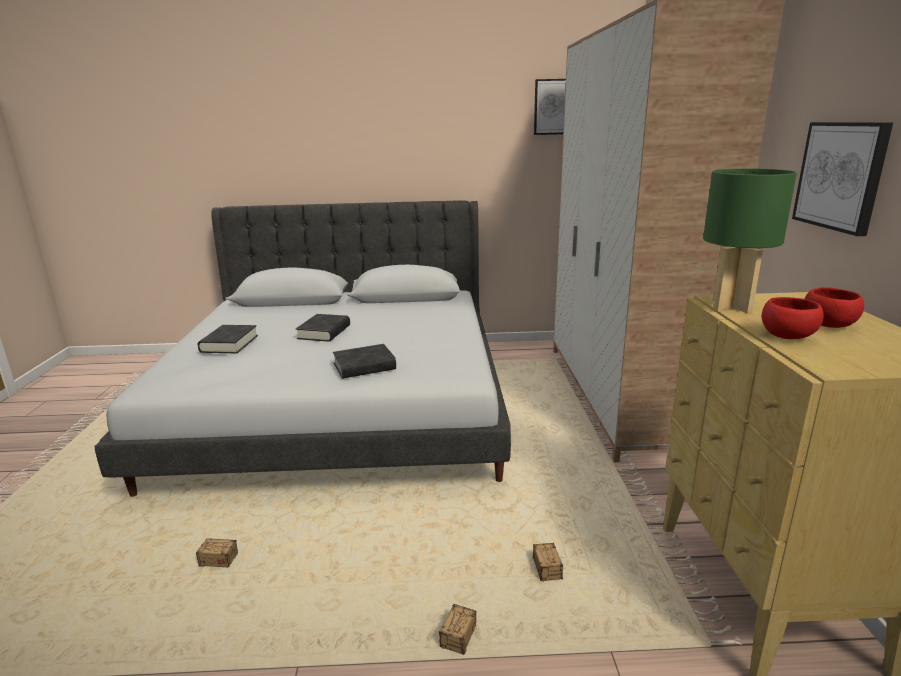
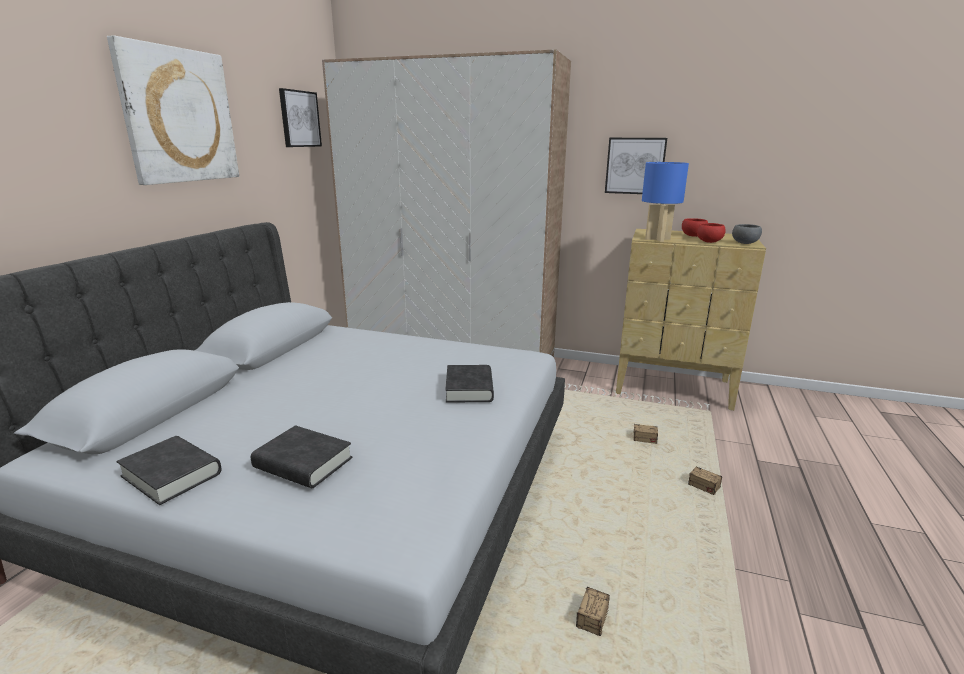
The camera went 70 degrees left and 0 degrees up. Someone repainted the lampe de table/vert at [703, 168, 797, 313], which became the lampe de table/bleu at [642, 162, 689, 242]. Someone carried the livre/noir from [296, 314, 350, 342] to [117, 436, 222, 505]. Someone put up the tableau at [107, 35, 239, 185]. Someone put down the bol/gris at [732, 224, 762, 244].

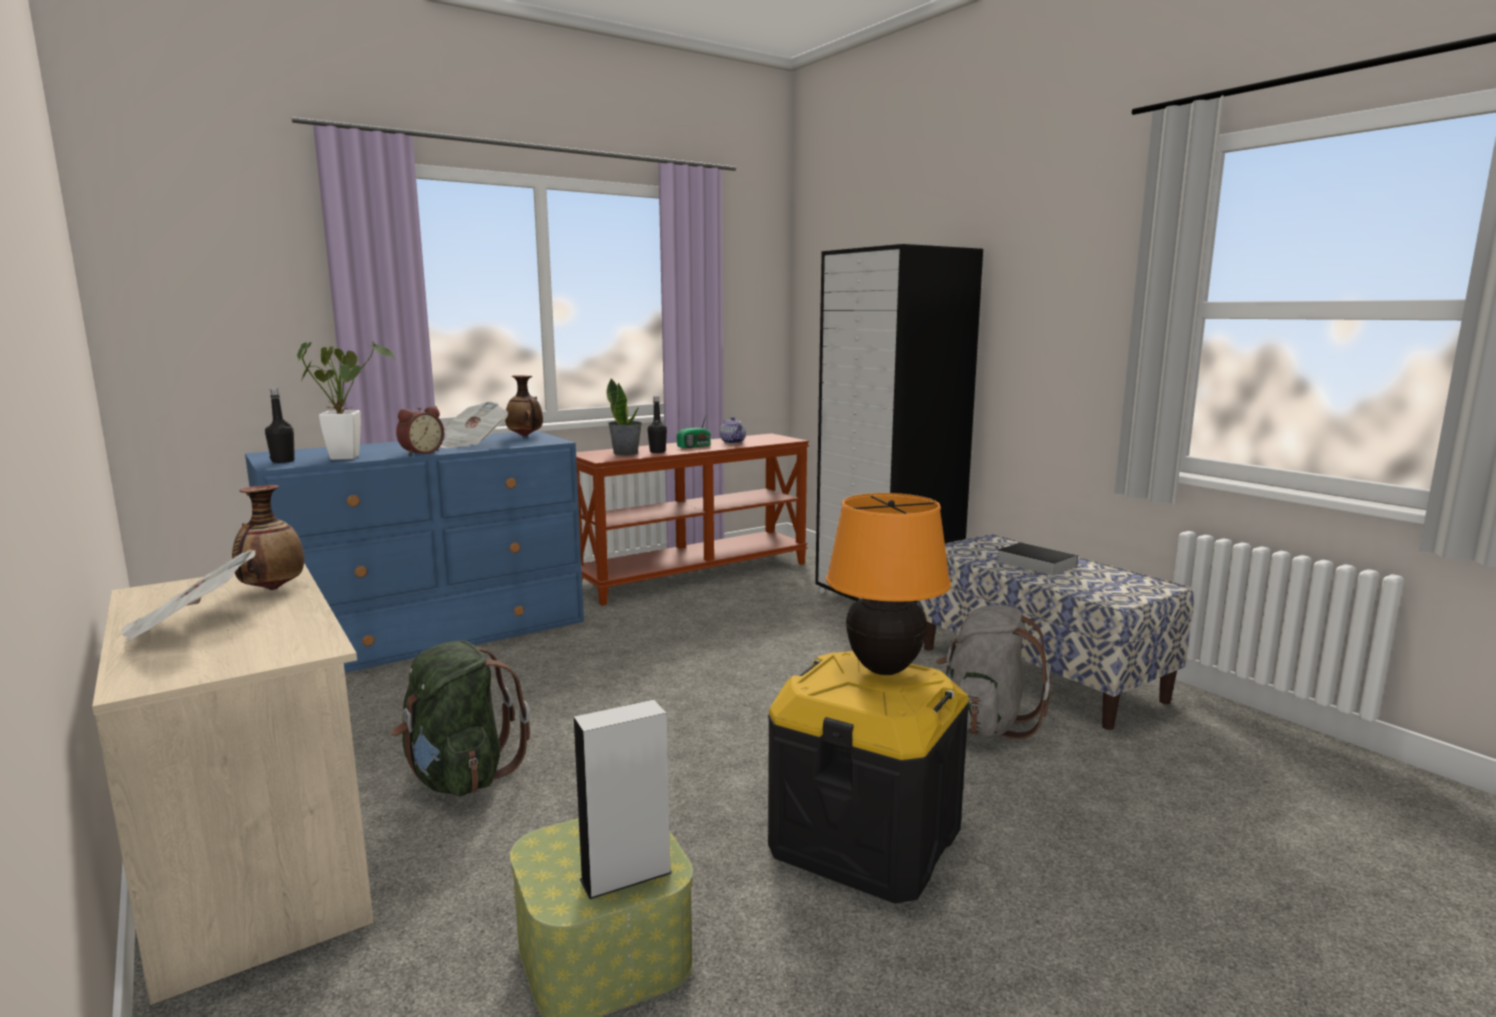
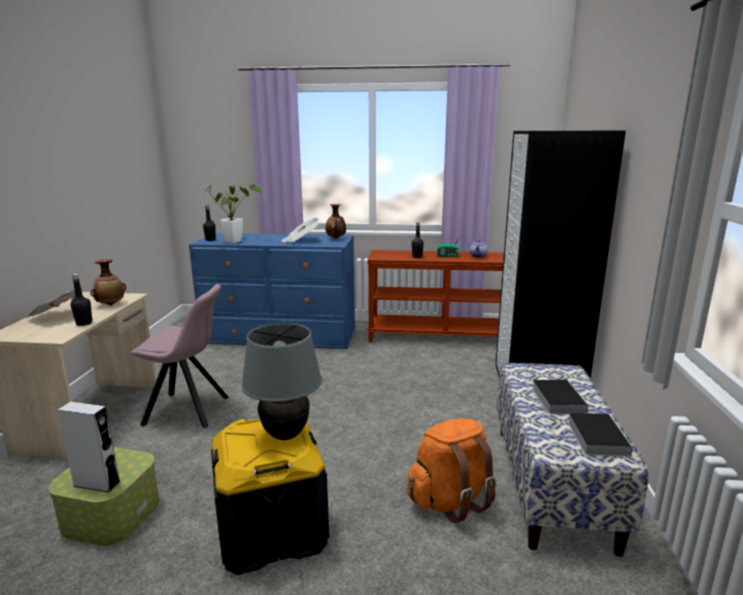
The camera went 40 degrees right and 5 degrees up. Someone took away the plante en pot at [607, 379, 642, 455]. Someone took away the réveil at [396, 406, 444, 456]. Someone repainted the lampe de table/orange at [826, 493, 951, 675], which became the lampe de table/gris at [241, 323, 322, 440]. Someone repainted the sac à dos/gris at [936, 605, 1051, 739], which became the sac à dos/orange at [407, 418, 496, 523]. Someone swapped the sac à dos/vert at [391, 640, 530, 796] for the chaise/rose at [131, 284, 229, 428]. Someone put down the bouteille/noir at [70, 274, 93, 326]. Someone put down the livre at [567, 413, 633, 457].

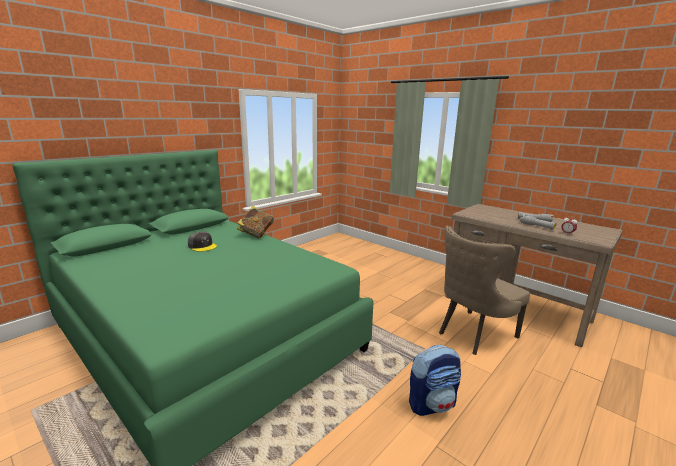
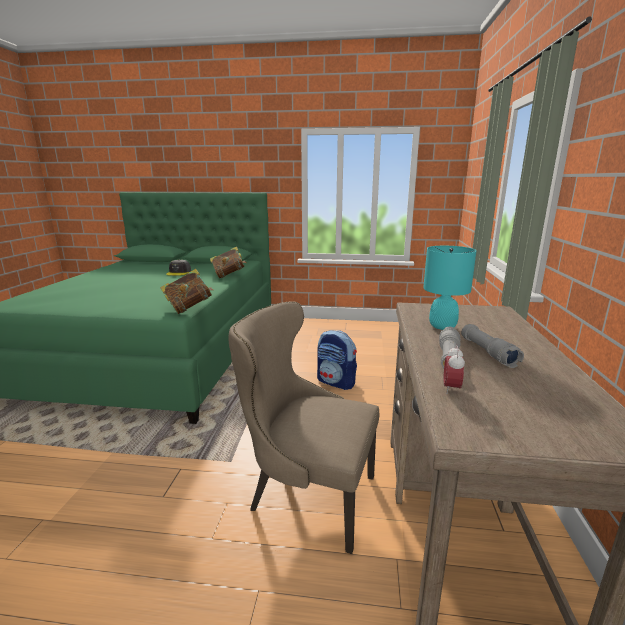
The camera went 55 degrees right and 0 degrees up. Someone carried the sac à dos from [409, 345, 461, 416] to [317, 330, 357, 390]. Someone put down the lampe de table/turquoise at [423, 246, 476, 330]. Someone put down the livre at [160, 269, 213, 314].

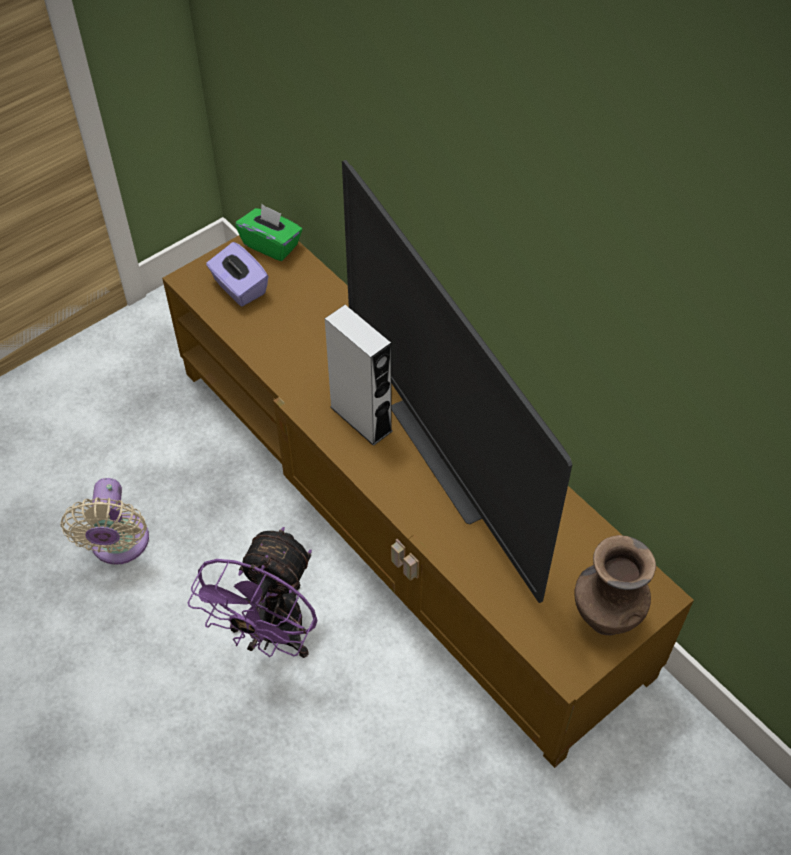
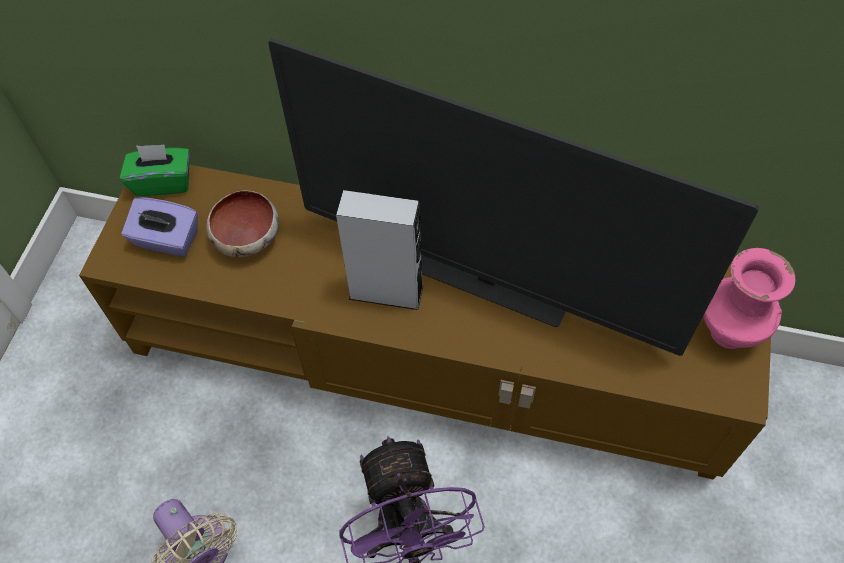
The camera went 35 degrees left and 5 degrees up. Someone repainted the vase/marron at [574, 535, 656, 635], which became the vase/rose at [703, 248, 795, 349]. Someone put down the bol at [206, 190, 279, 257].

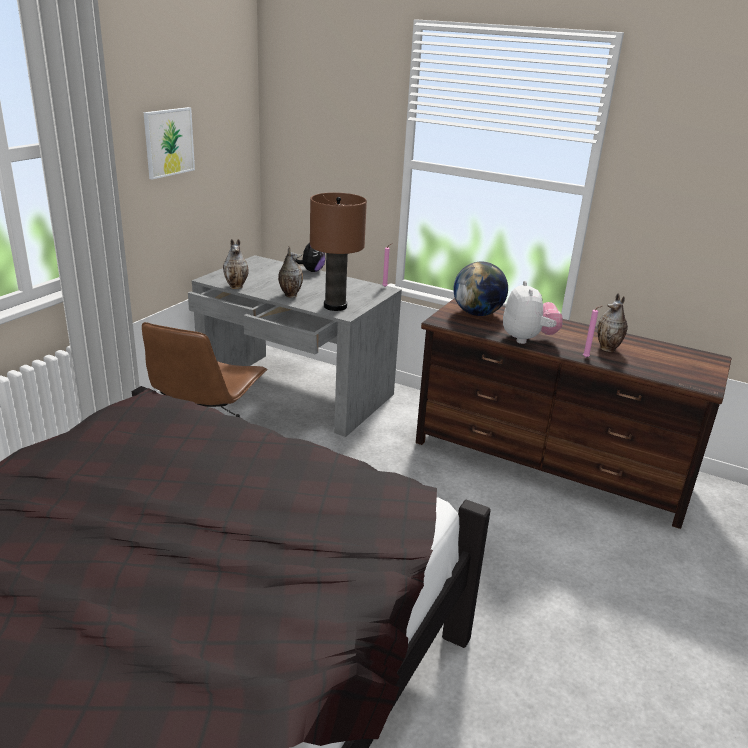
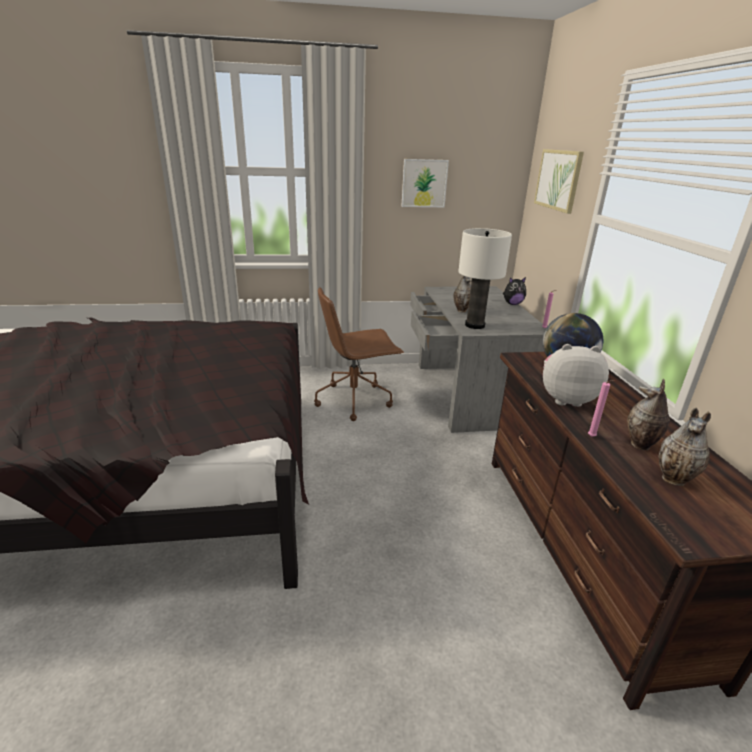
The camera went 55 degrees right and 0 degrees up. Someone repainted the lampe de table/marron at [310, 193, 367, 311], which became the lampe de table/blanc at [459, 228, 512, 329]. Someone carried the vase from [223, 239, 249, 289] to [658, 408, 711, 486]. Someone rotated the peluche at [503, 281, 563, 344] by 135 degrees counterclockwise. Someone put up the tableau at [534, 149, 584, 214].

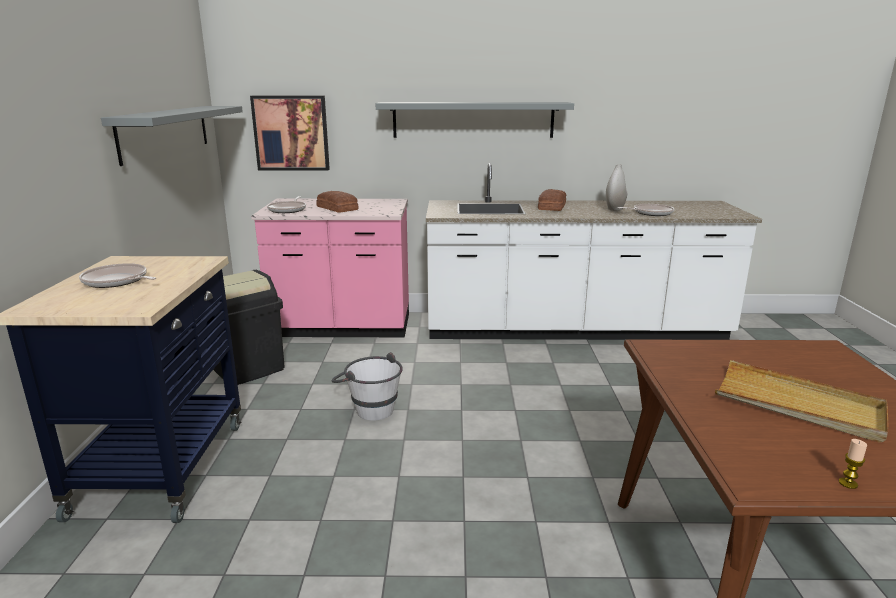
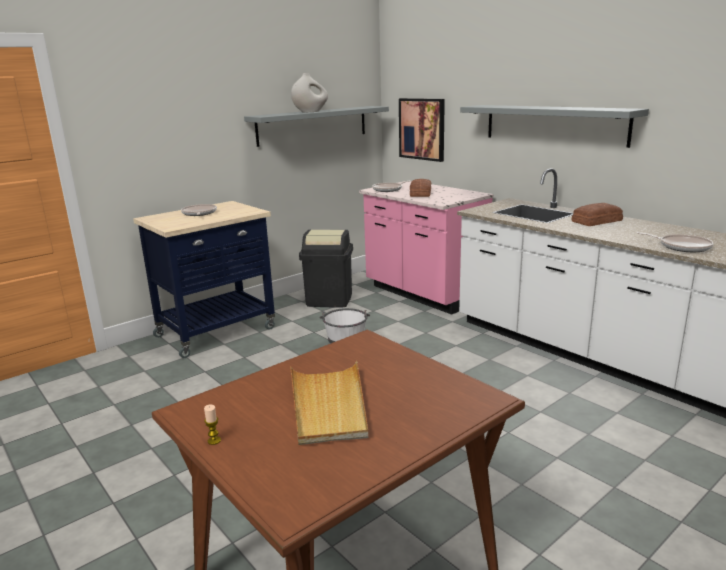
The camera went 50 degrees right and 0 degrees up. Someone carried the vase/blanc from [606, 164, 627, 211] to [291, 73, 328, 112].

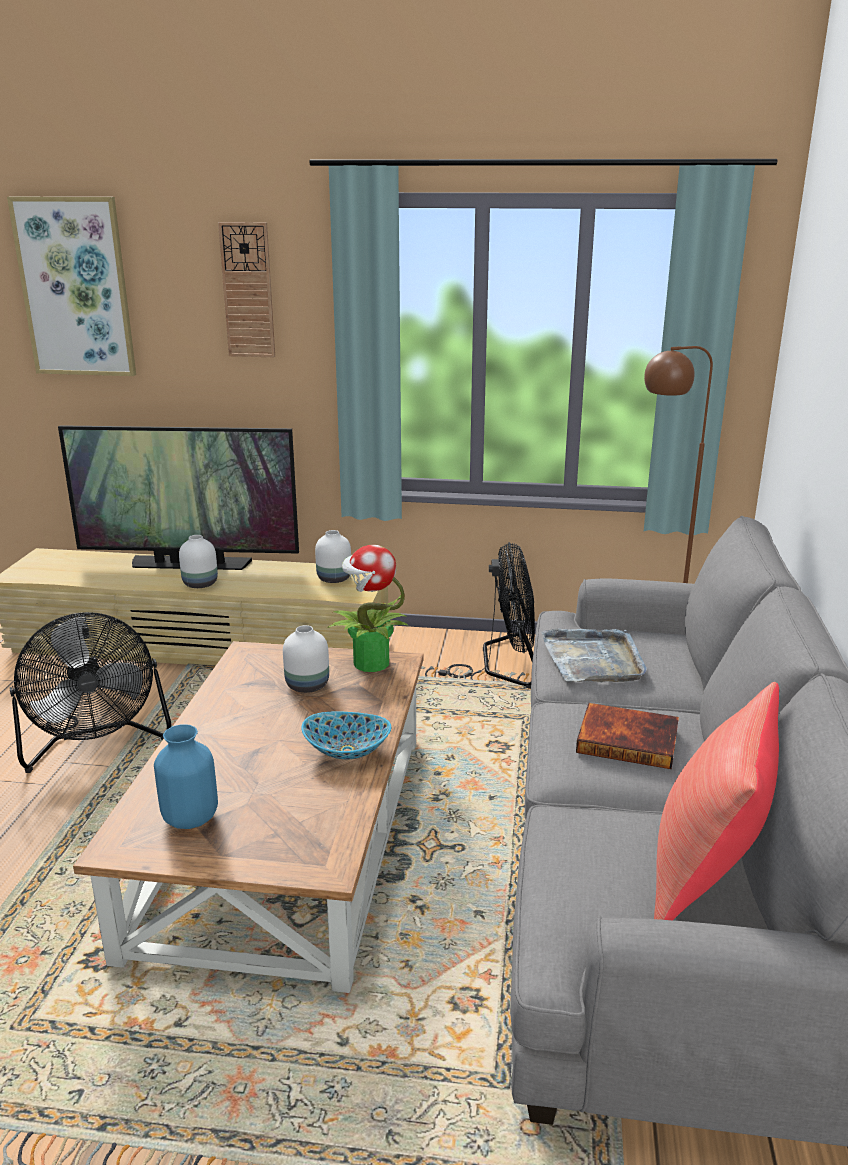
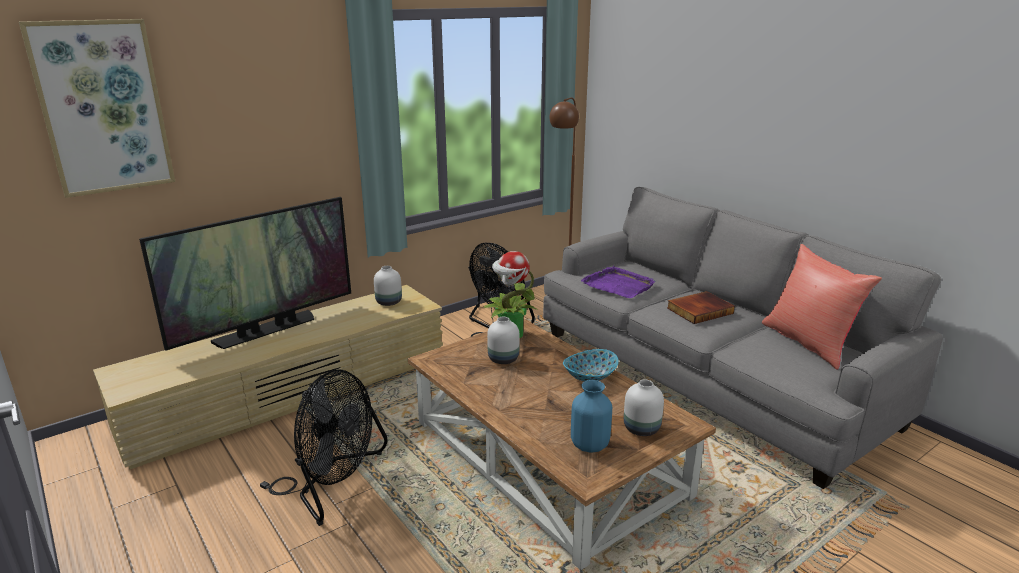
The camera went 45 degrees left and 0 degrees up. Someone took away the horloge murale at [218, 222, 275, 357]. Someone carried the vase/blanc from [179, 535, 218, 588] to [624, 379, 664, 436]. Someone repainted the plateau/gris at [541, 629, 647, 682], which became the plateau/violet at [581, 266, 656, 298].

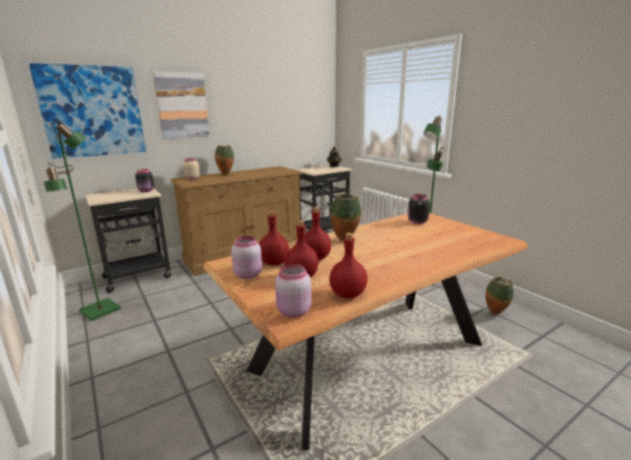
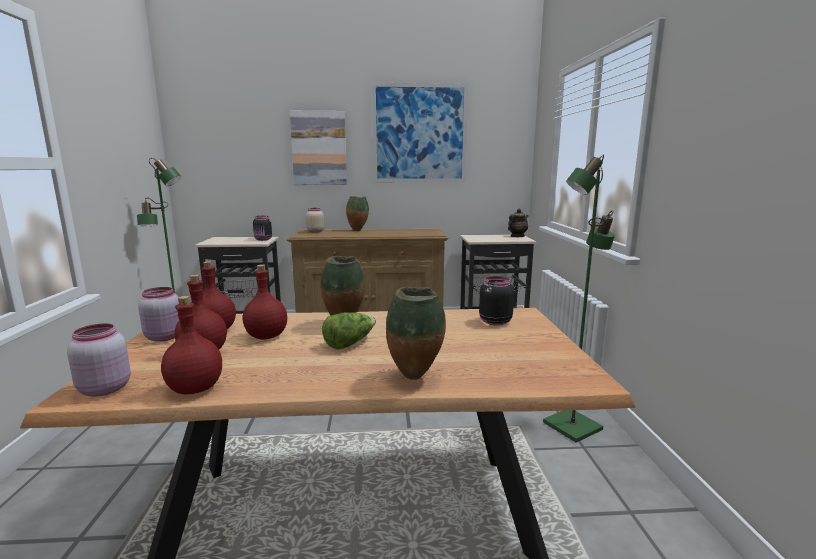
The camera went 30 degrees right and 5 degrees down. Someone carried the tableau from [23, 59, 150, 163] to [372, 83, 468, 182]. Someone carried the vase from [486, 277, 514, 315] to [386, 287, 446, 380]. Someone put down the laitue at [322, 312, 376, 349].

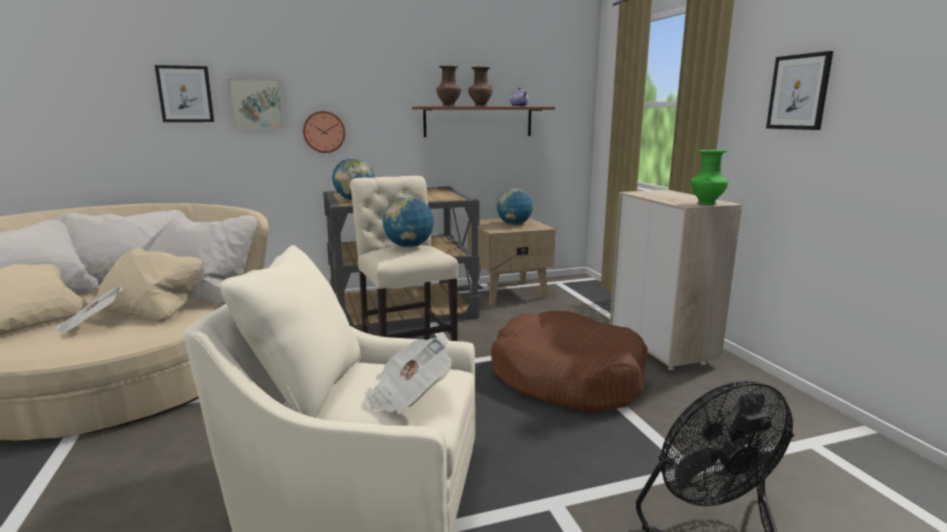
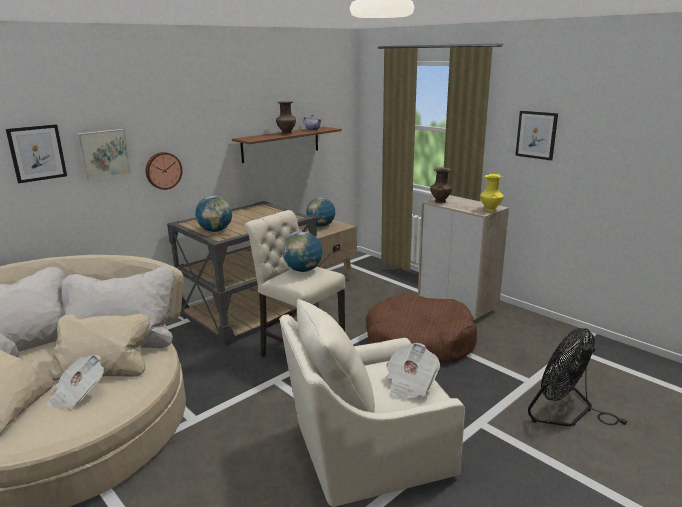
The camera went 25 degrees left and 5 degrees up. Someone carried the vase/marron from [436, 66, 461, 106] to [430, 167, 452, 203]. Someone repainted the vase/vert at [691, 150, 728, 205], which became the vase/jaune at [480, 174, 504, 212].

